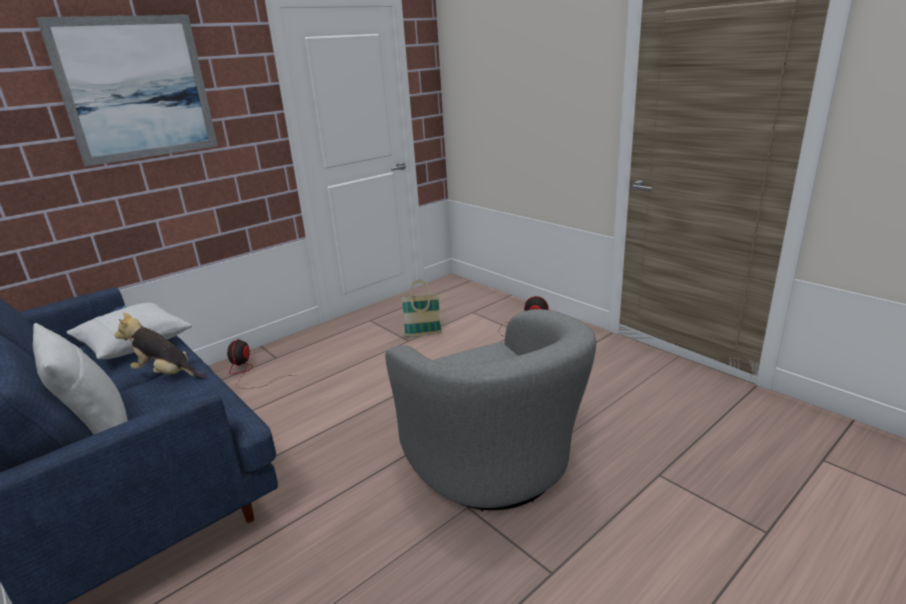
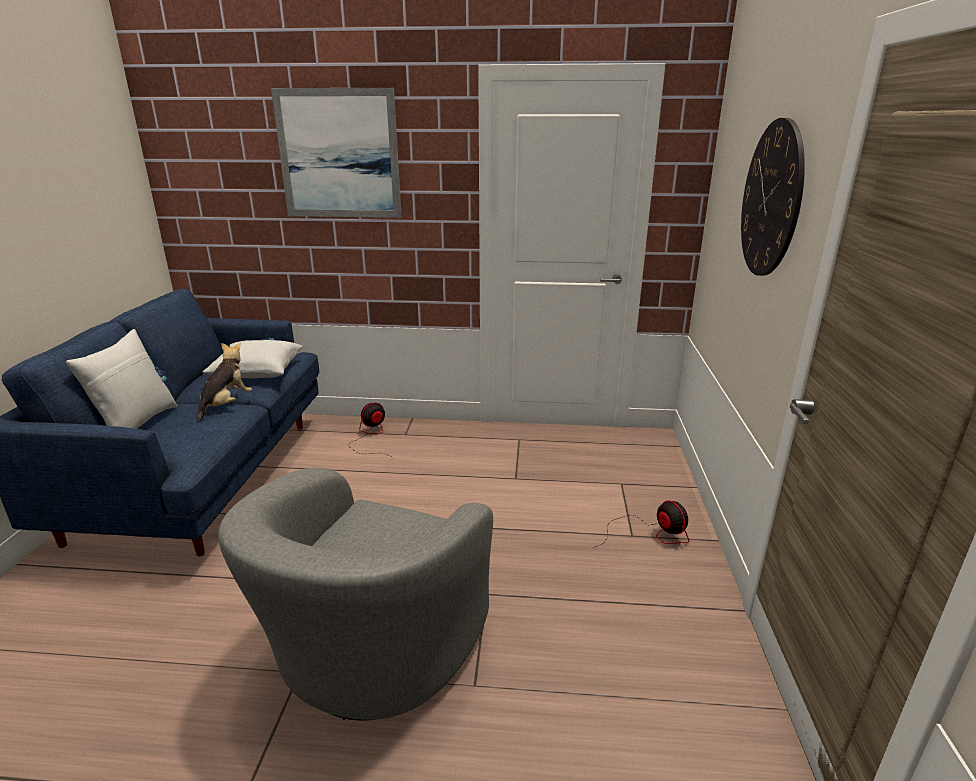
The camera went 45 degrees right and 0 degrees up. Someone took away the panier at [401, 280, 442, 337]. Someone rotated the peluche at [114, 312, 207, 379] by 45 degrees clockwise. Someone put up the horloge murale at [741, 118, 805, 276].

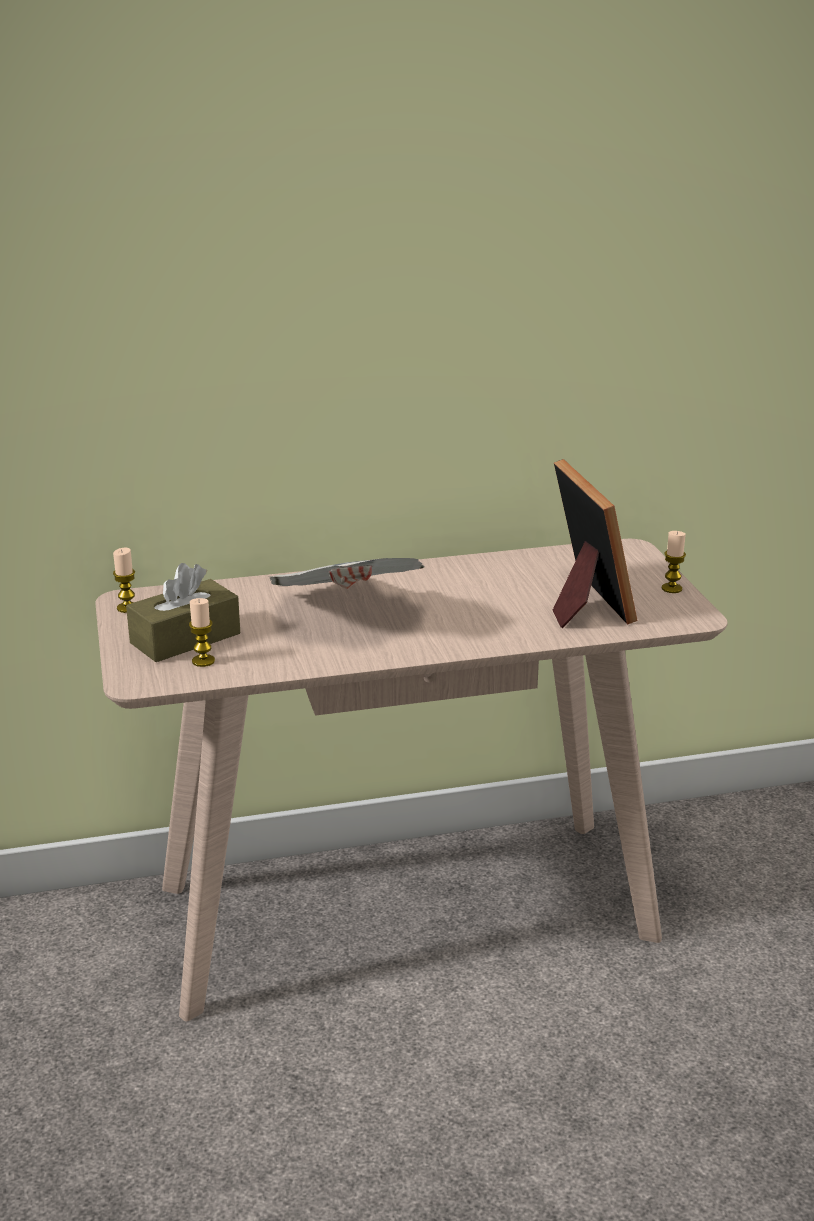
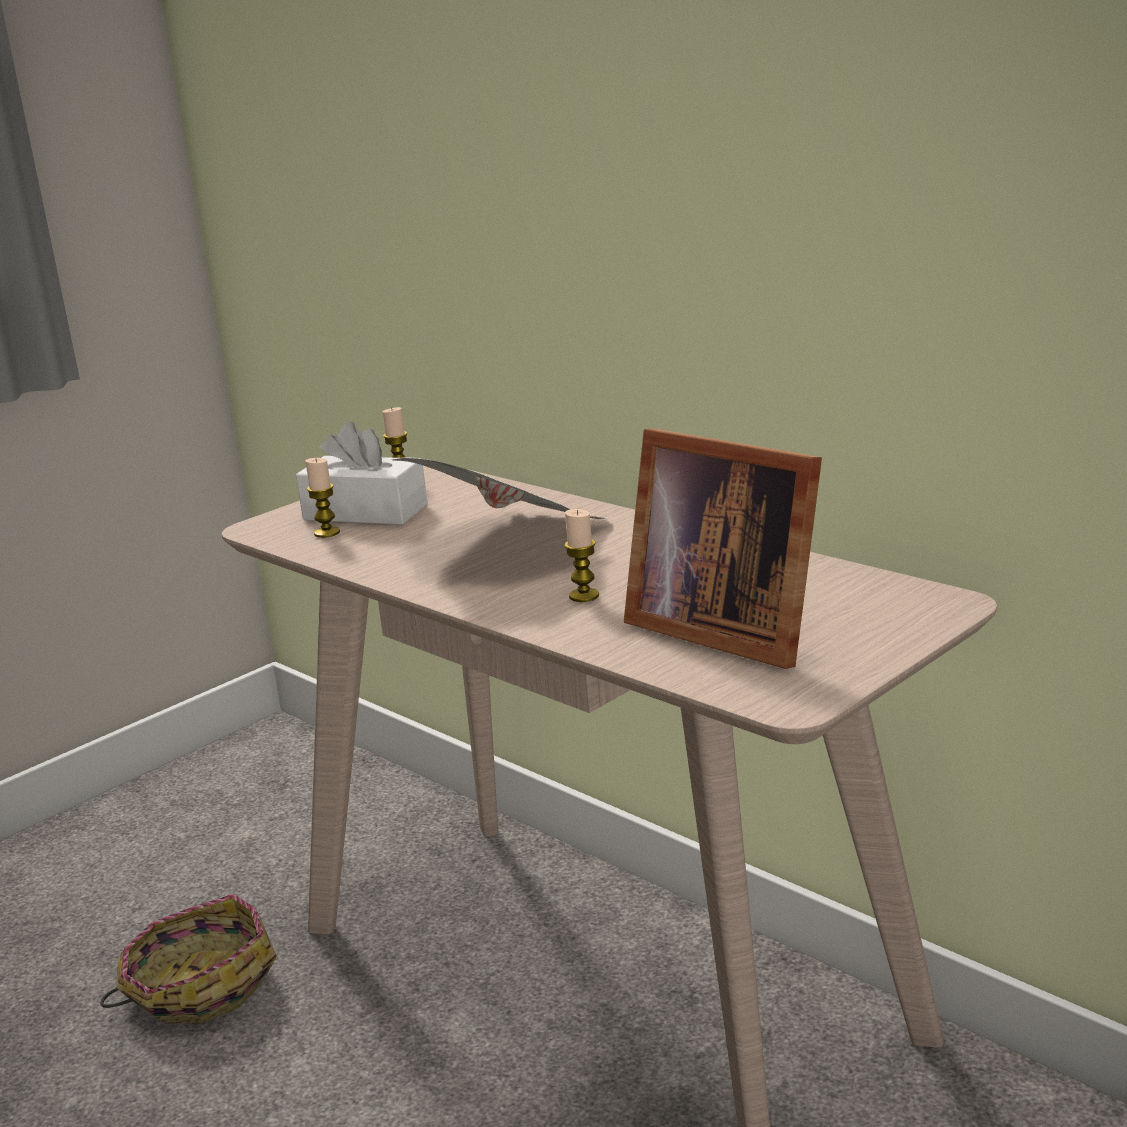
The camera went 60 degrees right and 5 degrees down. Someone rotated the cadre photo at [553, 459, 637, 628] by 90 degrees clockwise. Someone carried the bougie from [662, 531, 686, 593] to [565, 509, 599, 602]. Someone repainted the boîte à mouchoirs/marron at [126, 563, 240, 662], which became the boîte à mouchoirs/blanc at [296, 421, 428, 525]. Someone put down the panier at [100, 894, 277, 1023].

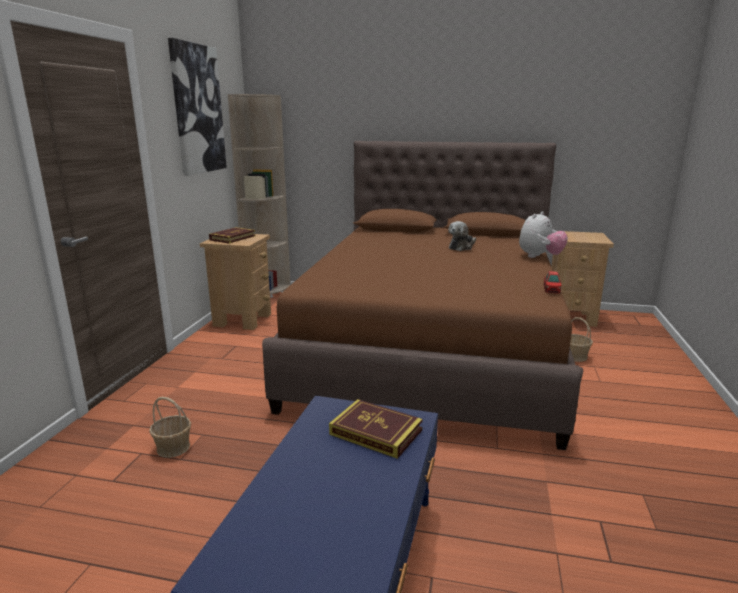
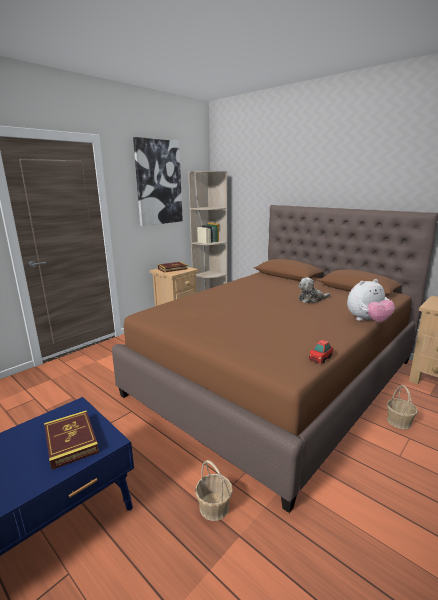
The camera went 30 degrees right and 0 degrees up. Someone carried the panier from [149, 397, 191, 458] to [195, 460, 233, 521].

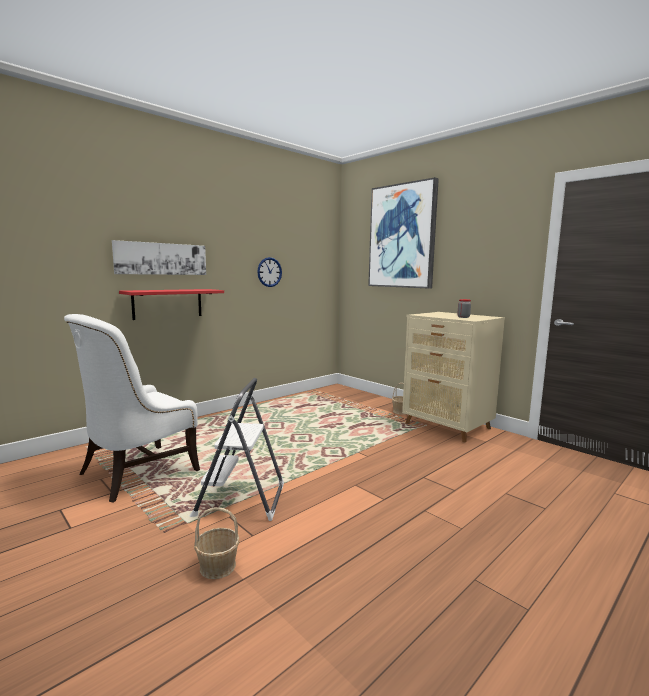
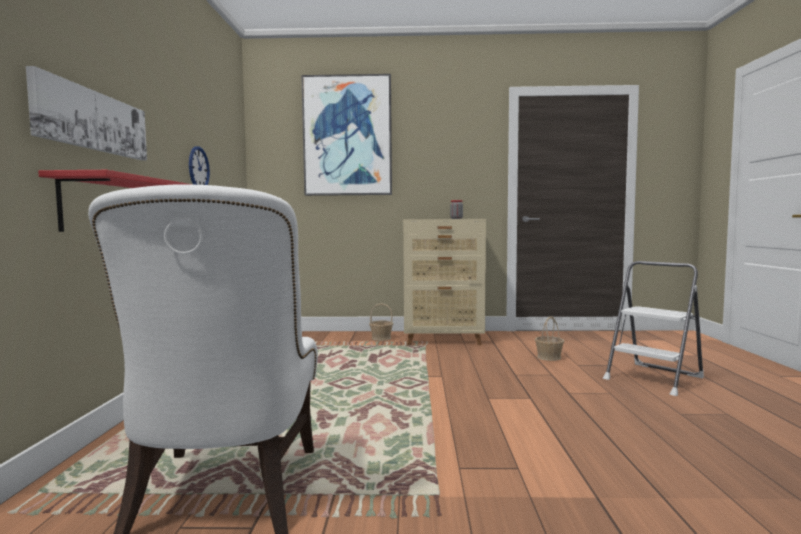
The camera went 45 degrees left and 5 degrees down. Someone carried the escabeau/blanc from [190, 378, 284, 521] to [603, 261, 704, 396]. Someone carried the panier from [194, 507, 240, 579] to [535, 316, 564, 361].

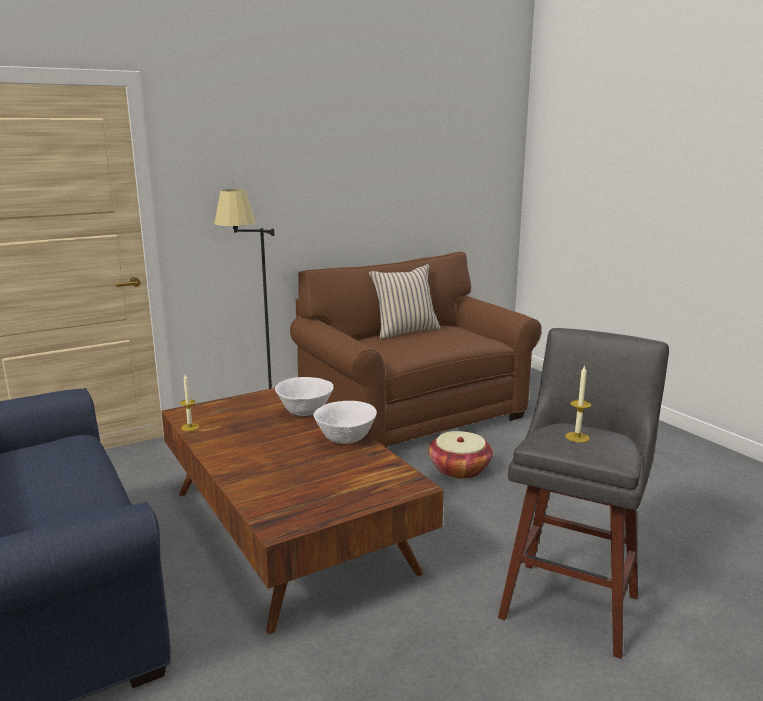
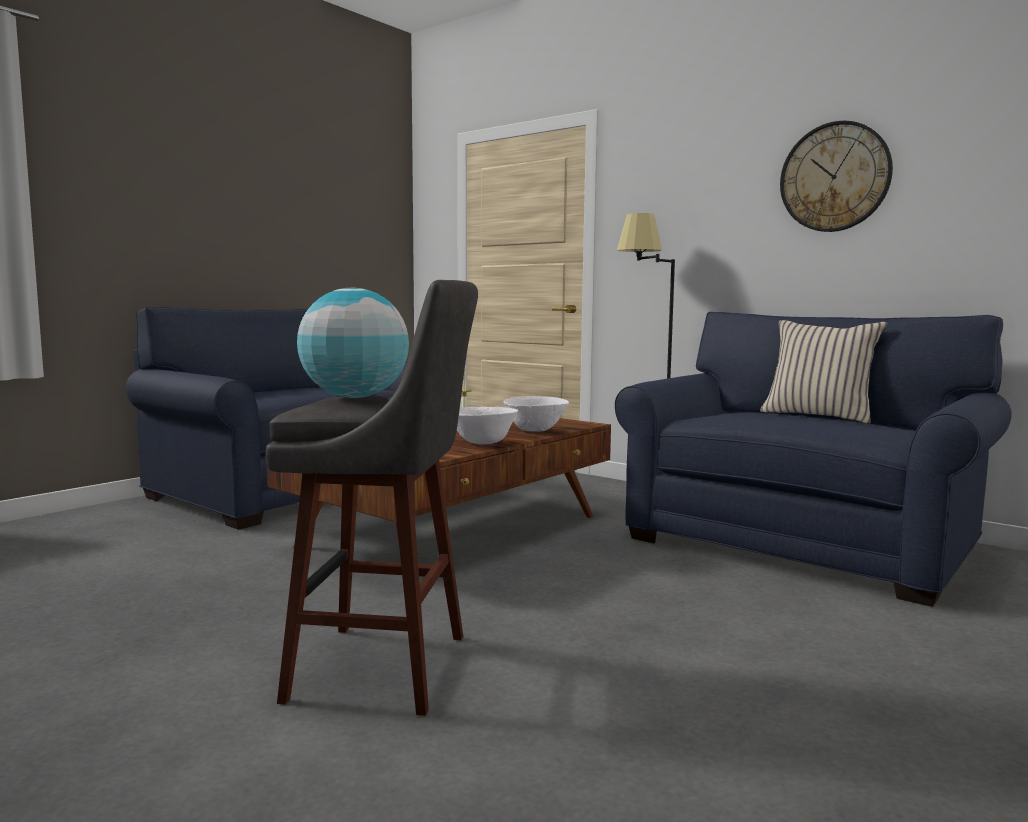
The camera went 70 degrees right and 10 degrees down. Someone repainted the canapé/marron at [290, 252, 542, 447], which became the canapé/bleu at [615, 312, 1012, 607]. Someone swapped the bougie at [565, 365, 591, 443] for the globe at [297, 287, 409, 398]. Someone took away the panier at [429, 431, 493, 479]. Someone put up the horloge murale at [780, 121, 893, 232].

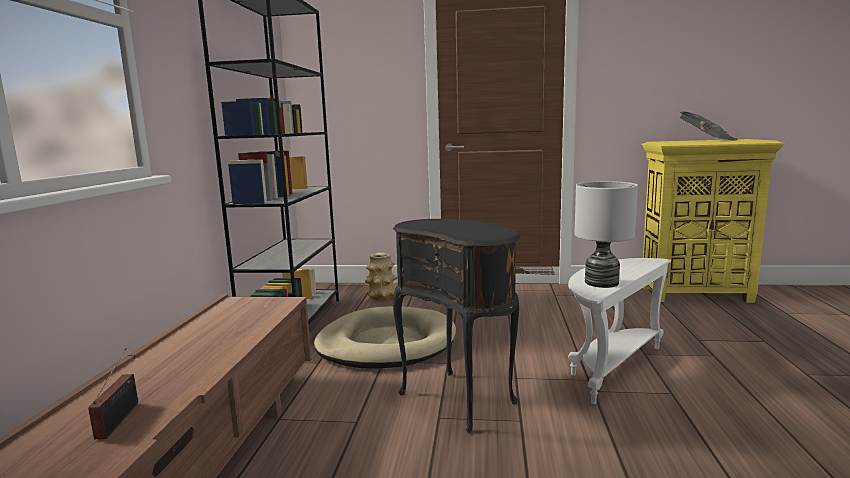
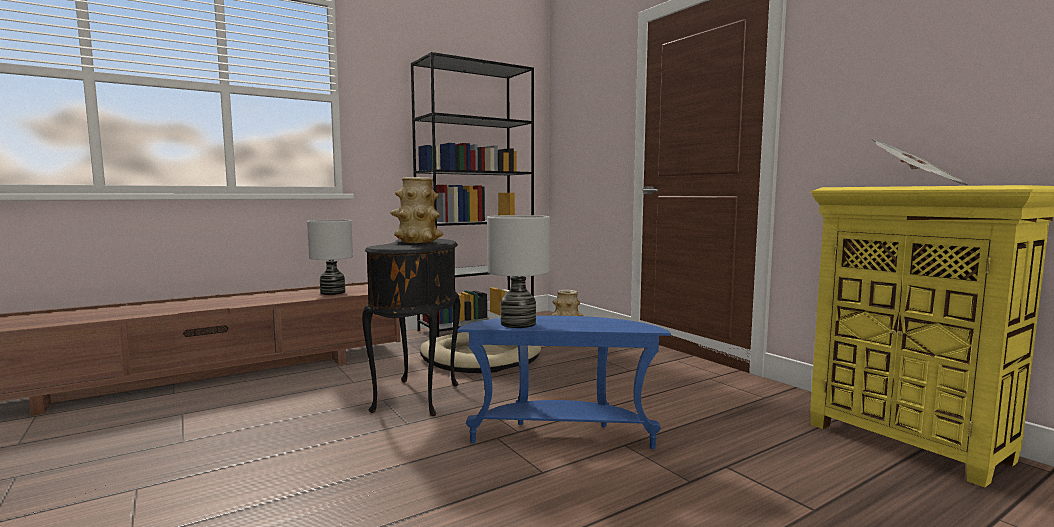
The camera went 50 degrees right and 5 degrees down. Someone repainted the table d'appoint/blanc at [568, 258, 671, 404], which became the table d'appoint/bleu at [458, 316, 671, 449]. Someone took away the radio at [88, 348, 138, 439]. Someone put down the vase at [390, 177, 443, 243]. Someone put down the lampe de table/gris at [307, 220, 353, 295].

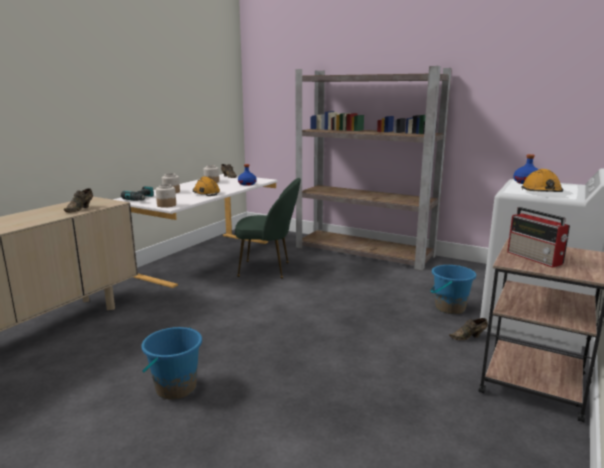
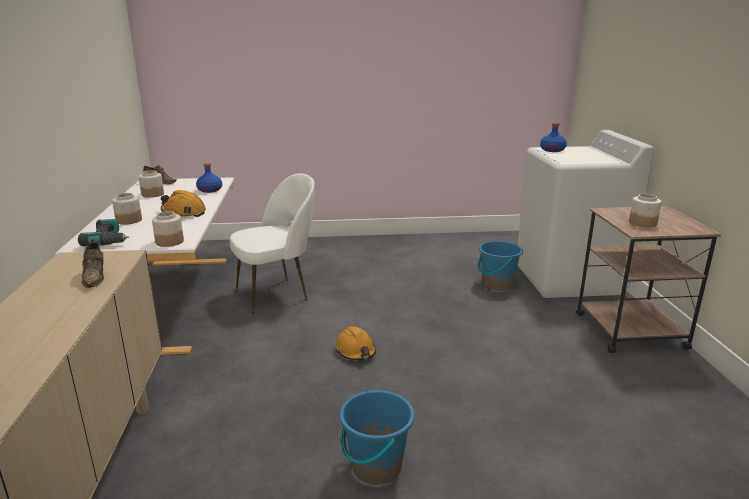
The camera went 35 degrees left and 5 degrees up. Someone took away the bibliothèque/marron at [295, 66, 452, 271]. Someone carried the casque de chantier/orange from [522, 169, 563, 192] to [336, 326, 376, 360]. Someone repainted the chaise/vert at [235, 178, 301, 279], which became the chaise/blanc at [230, 173, 315, 314]. Someone swapped the radio at [507, 207, 570, 268] for the bocal at [629, 193, 662, 227]. Someone took away the chaussure/marron at [449, 318, 488, 340].

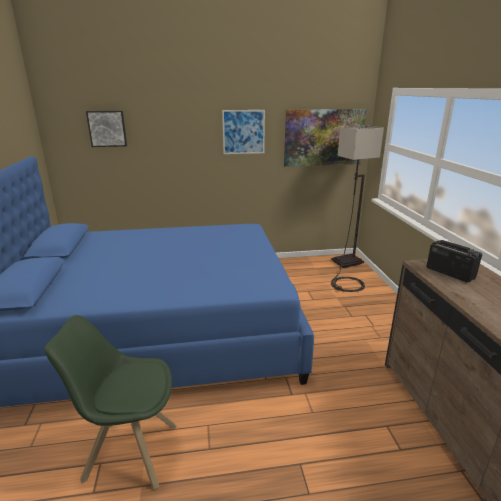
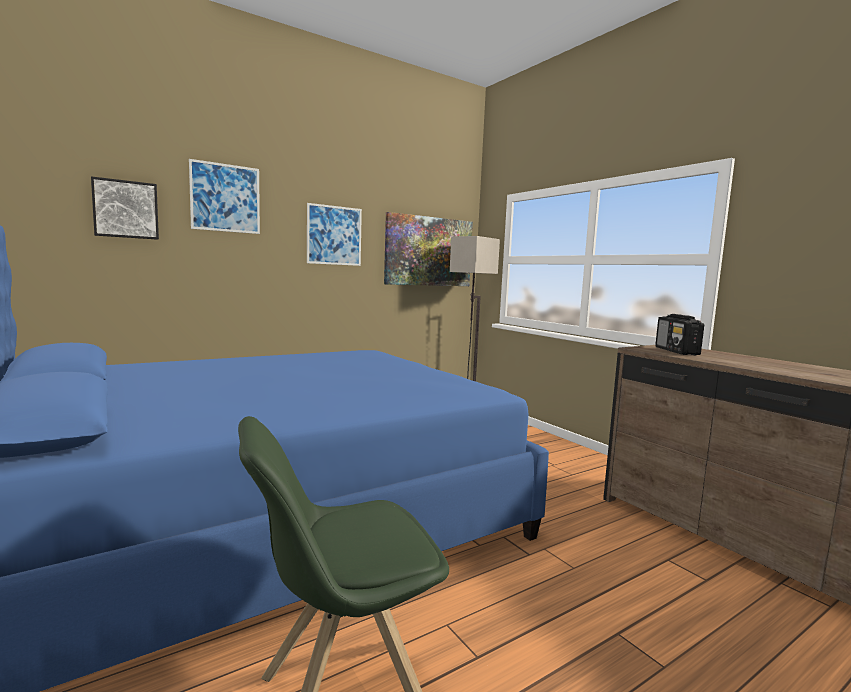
The camera went 25 degrees left and 15 degrees down. Someone rotated the radio at [426, 240, 482, 283] by 120 degrees counterclockwise. Someone put up the tableau at [189, 159, 260, 234].

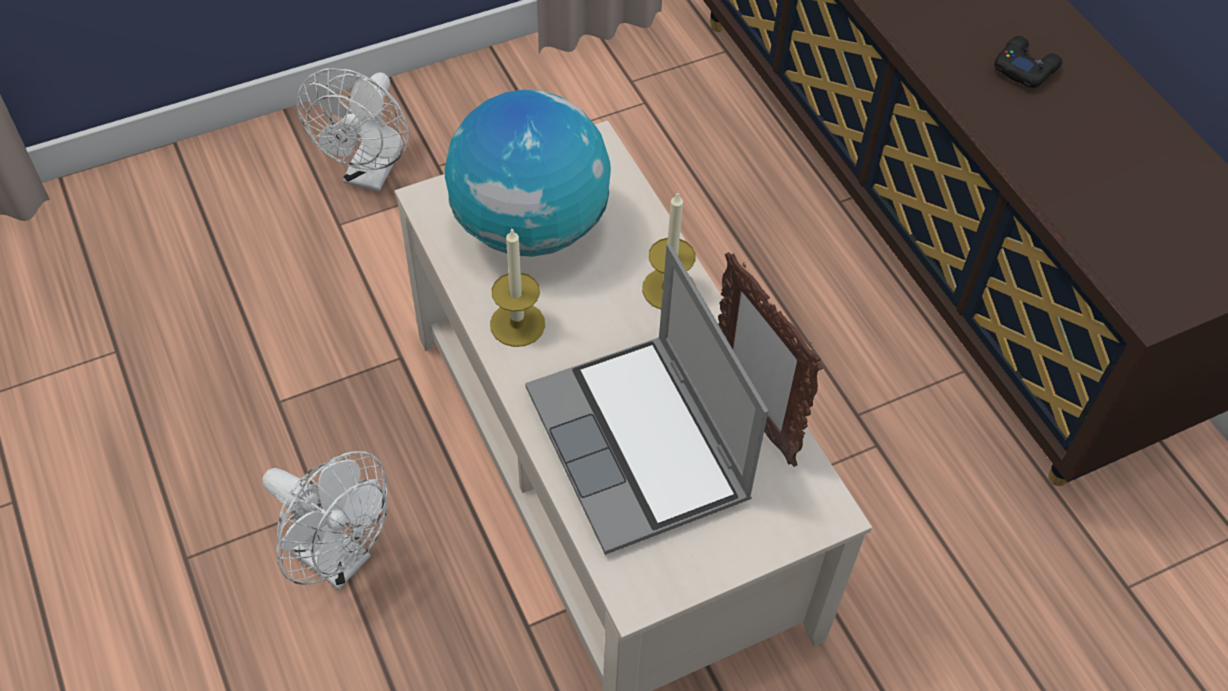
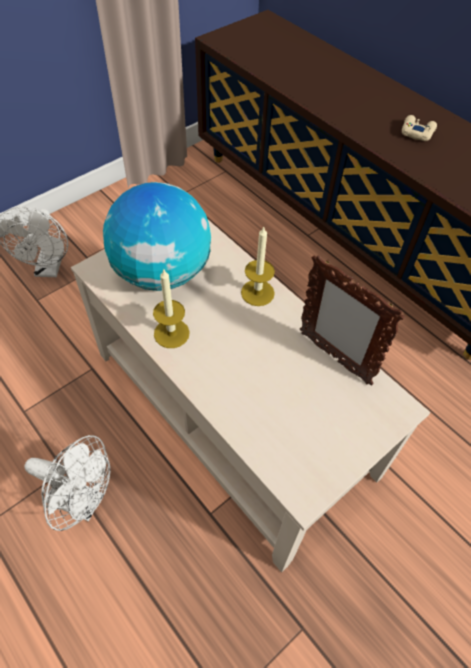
The camera went 15 degrees left and 0 degrees up. Someone repainted the manette/noir at [994, 36, 1063, 88], which became the manette/beige at [402, 115, 437, 141]. Someone took away the ordinateur portable at [525, 244, 768, 555].

